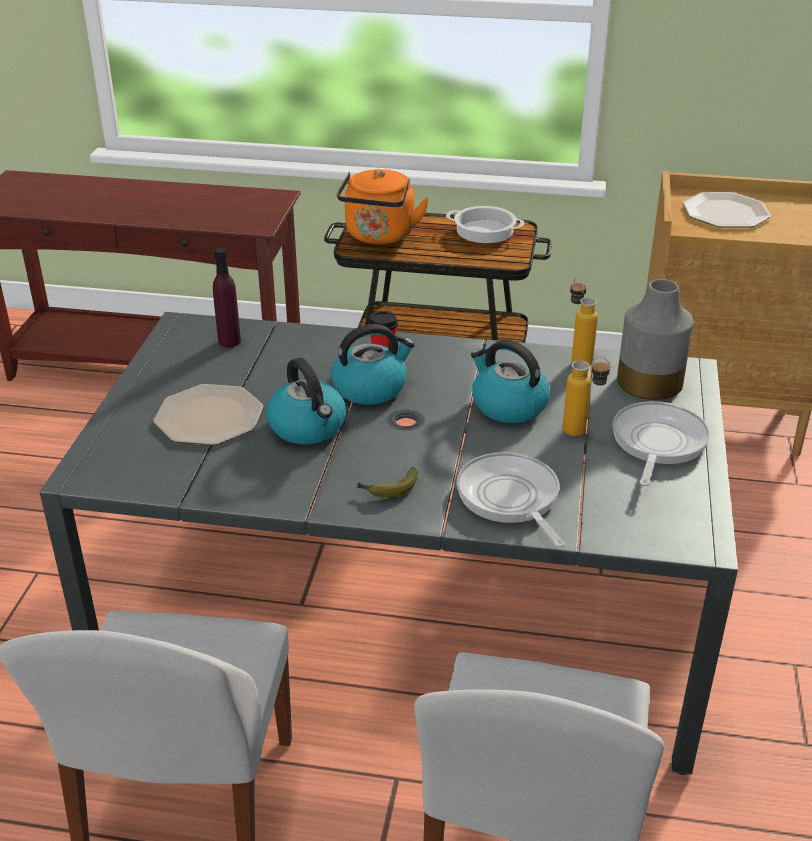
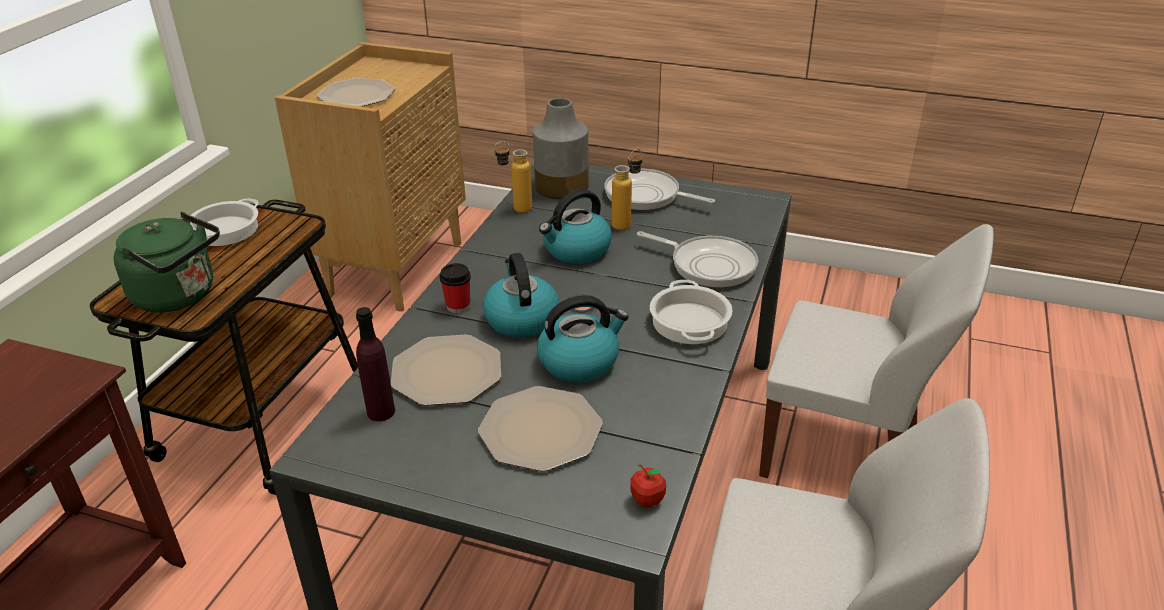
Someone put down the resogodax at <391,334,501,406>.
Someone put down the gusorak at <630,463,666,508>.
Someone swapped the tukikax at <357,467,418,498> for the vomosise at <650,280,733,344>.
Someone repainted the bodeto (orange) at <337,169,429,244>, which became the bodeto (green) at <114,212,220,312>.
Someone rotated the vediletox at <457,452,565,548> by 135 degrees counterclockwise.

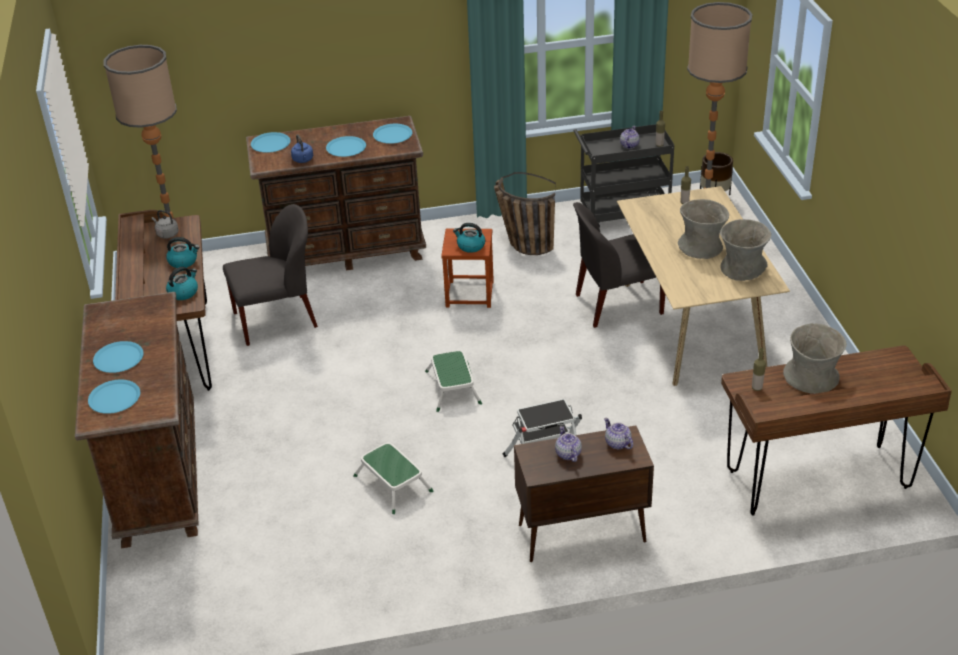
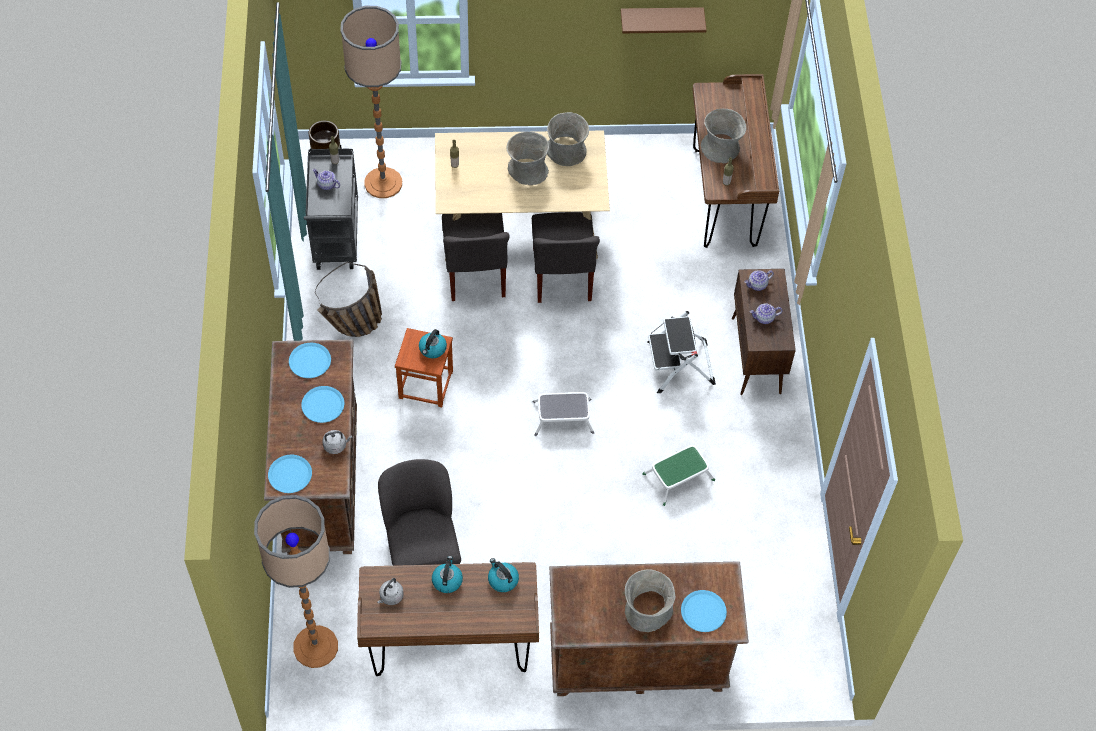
Someone put down the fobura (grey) at <532,212,600,303>.
Someone put up the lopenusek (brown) at <621,7,707,33>.
Someone swapped the resogodax (blue) at <93,341,144,373> for the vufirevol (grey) at <625,569,675,632>.
Someone repainted the bodeto (blue) at <291,134,313,163>, which became the bodeto (grey) at <322,430,352,454>.
Someone repainted the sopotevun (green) at <425,350,482,412>, which became the sopotevun (grey) at <532,392,594,436>.

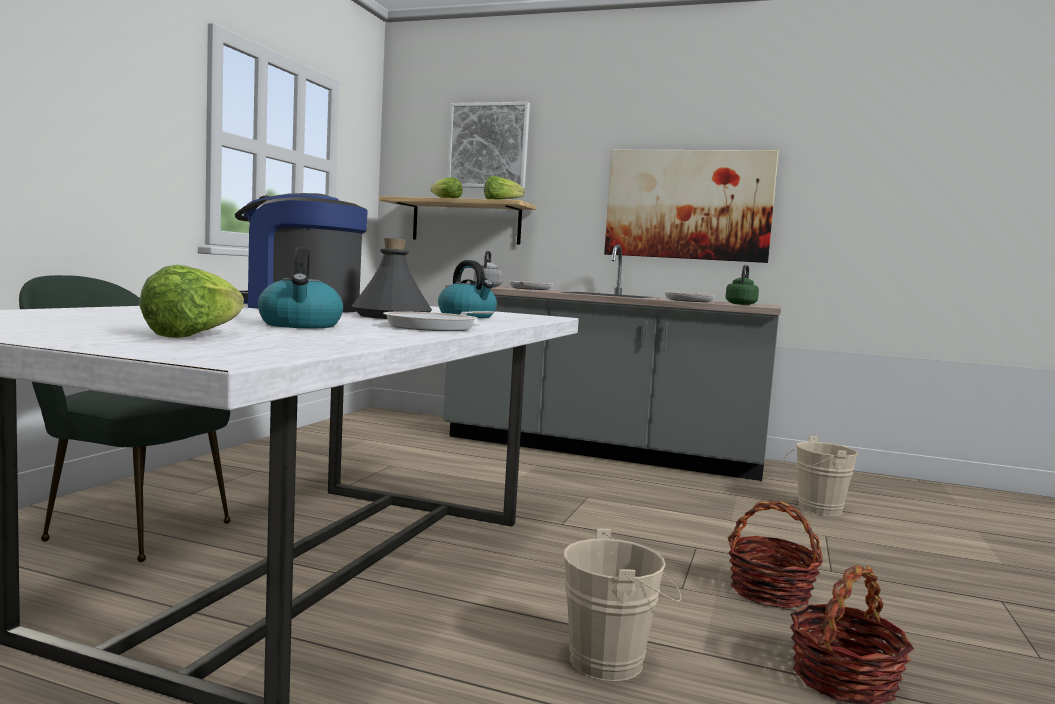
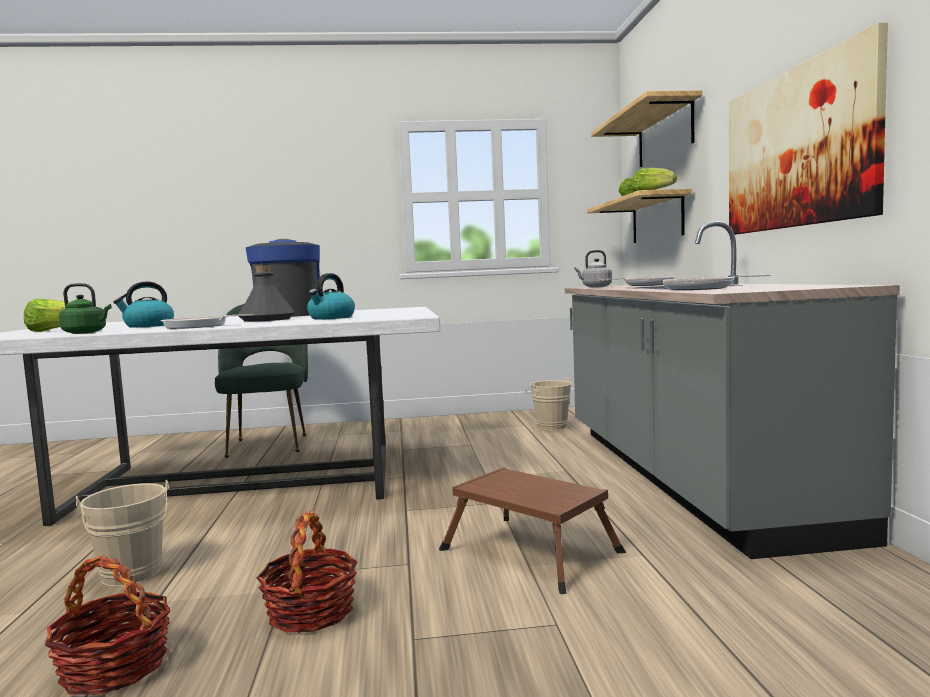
Someone put down the sopotevun (brown) at <439,467,626,594>.
Someone carried the bodeto (green) from <725,265,759,305> to <59,283,112,334>.
Someone carried the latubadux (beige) from <784,436,858,516> to <525,377,572,431>.
Someone swapped the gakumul at <447,102,530,189> for the lopenusek at <591,90,702,167>.

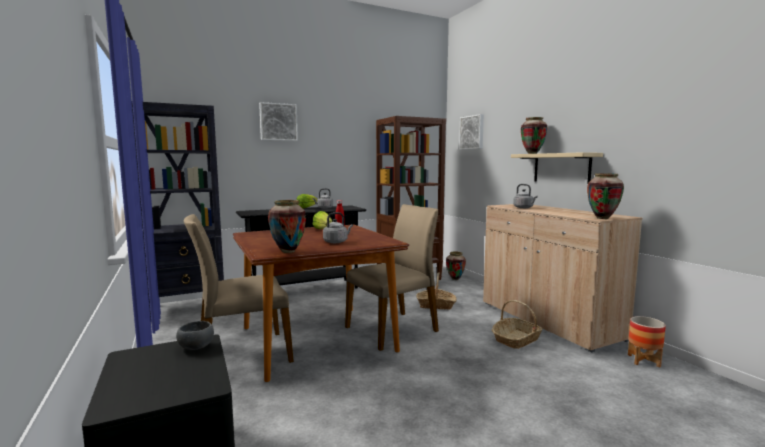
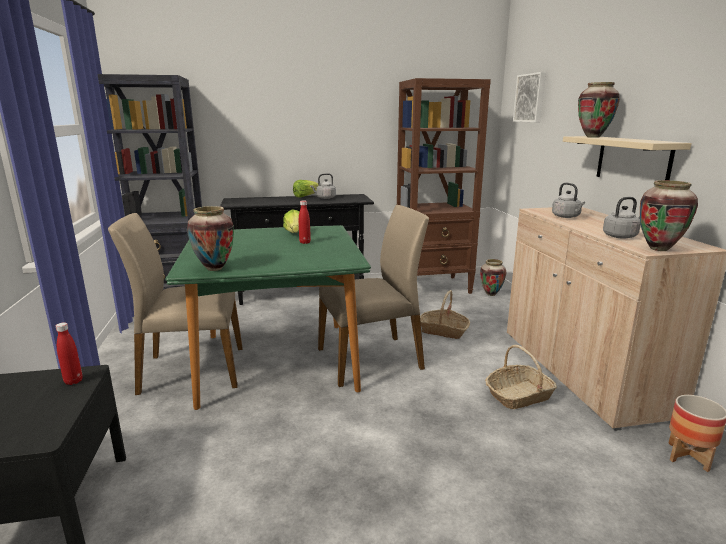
Someone took away the gakumul at <259,102,298,141>.
Someone carried the bodeto (grey) from <323,212,353,243> to <603,197,641,239>.
Someone swapped the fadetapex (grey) at <176,321,214,350> for the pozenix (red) at <56,322,83,385>.
Someone repainted the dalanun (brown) at <233,225,409,382>, which became the dalanun (green) at <165,225,371,410>.

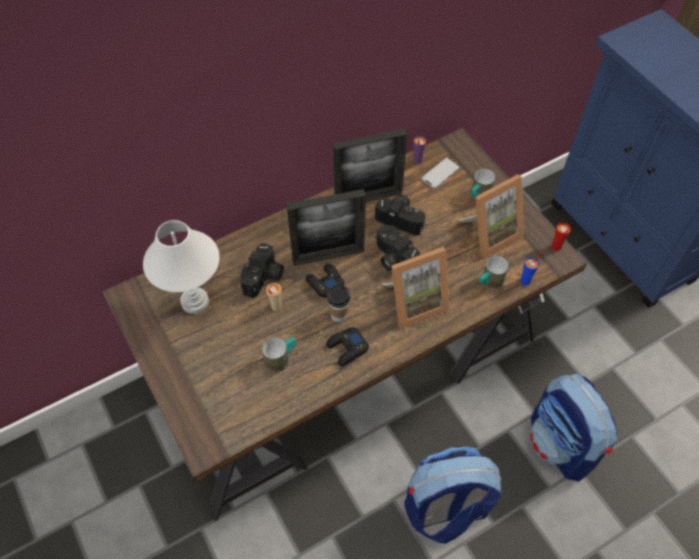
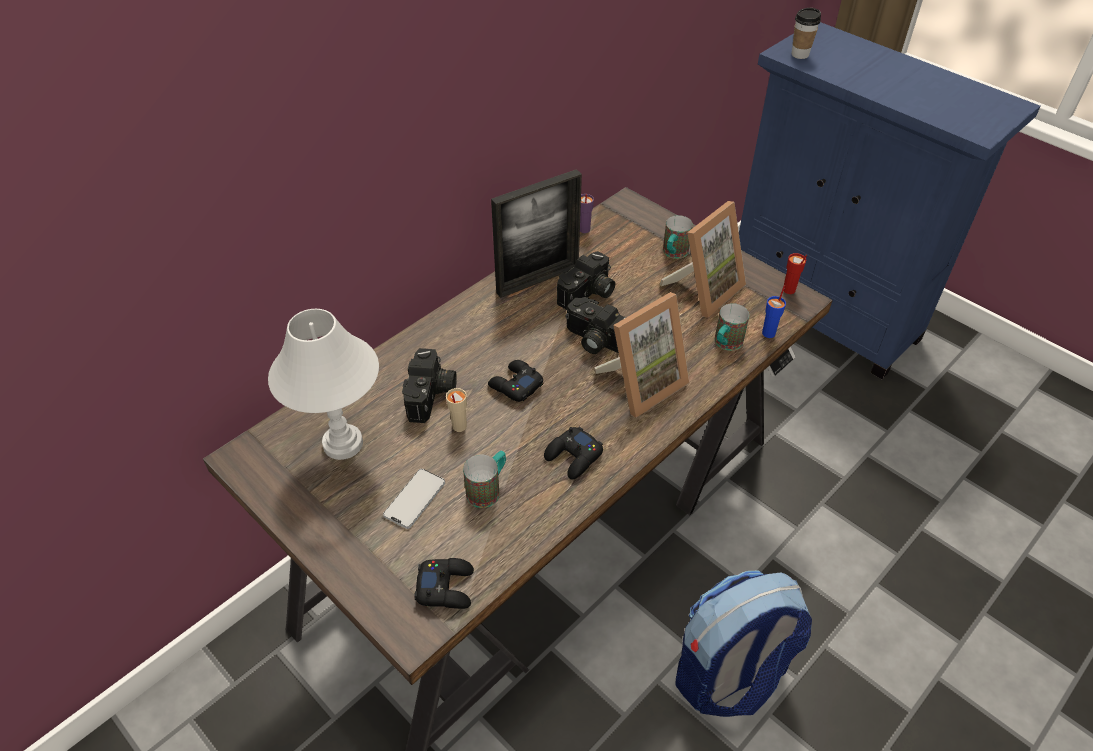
Someone took away the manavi at <286,189,366,266>.
Someone took away the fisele at <530,374,617,482>.
Someone put down the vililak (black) at <414,558,474,609>.
Someone carried the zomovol from <327,285,351,322> to <791,8,821,59>.
Someone carried the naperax from <421,158,460,189> to <383,469,445,529>.
Someone rotated the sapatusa at <375,194,425,235> by 120 degrees clockwise.

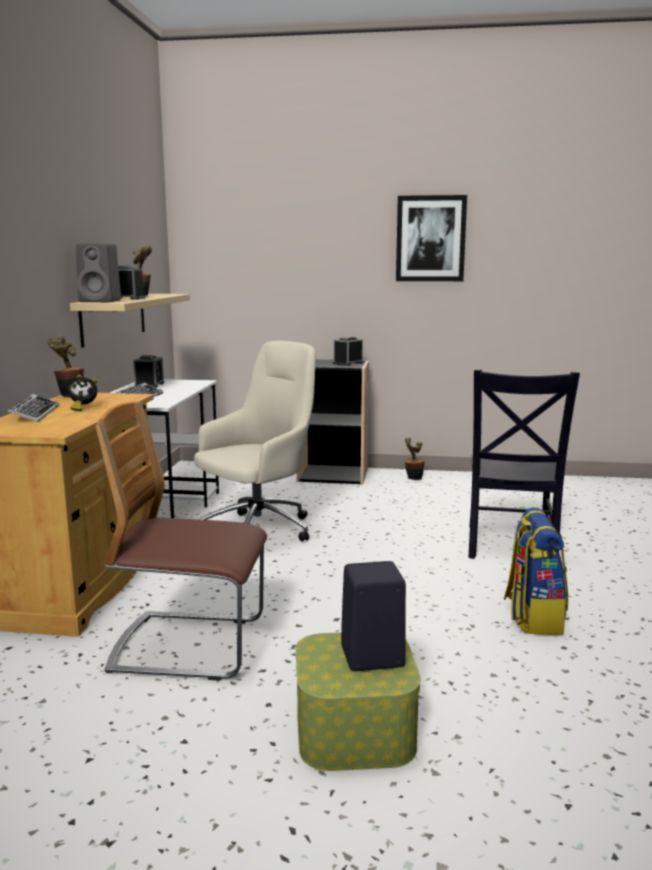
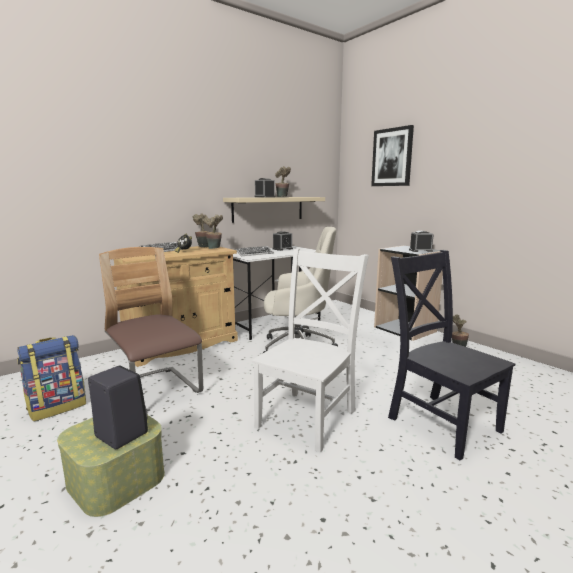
Someone took away the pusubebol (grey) at <76,243,121,302>.
Someone put down the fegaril at <206,215,223,249>.
Someone put down the fobura (white) at <252,249,369,453>.
Someone carried the gakumul from <396,195,467,281> to <371,125,414,186>.
Someone carried the fisele from <504,508,568,635> to <17,335,86,421>.
Someone rotated the fobura (black) at <468,369,580,559> by 90 degrees clockwise.

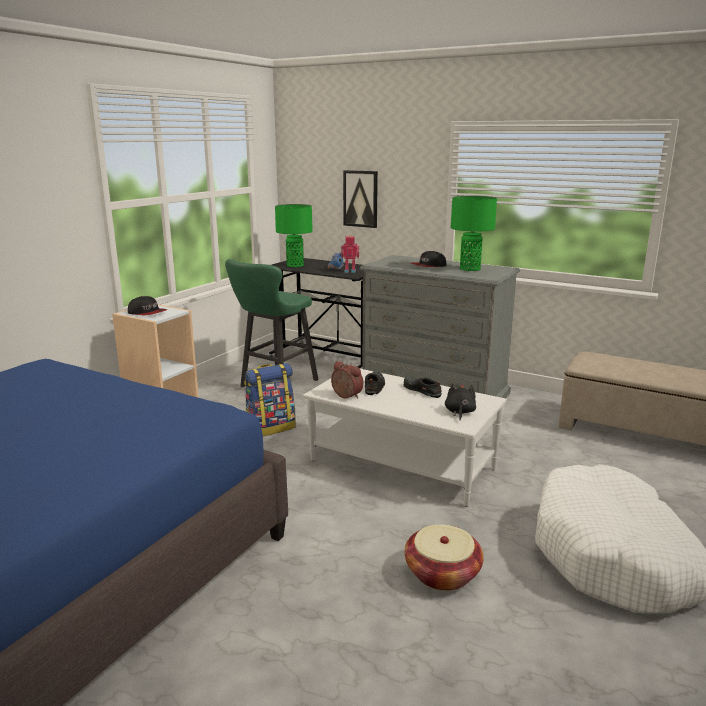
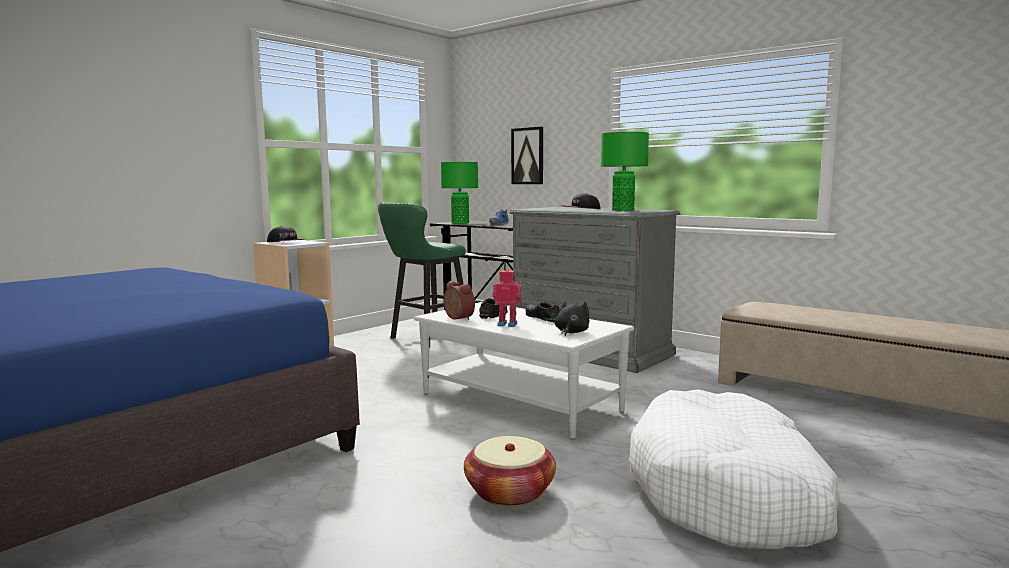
Someone took away the fisele at <244,363,295,436>.
Someone carried the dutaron from <341,235,359,273> to <492,268,522,327>.

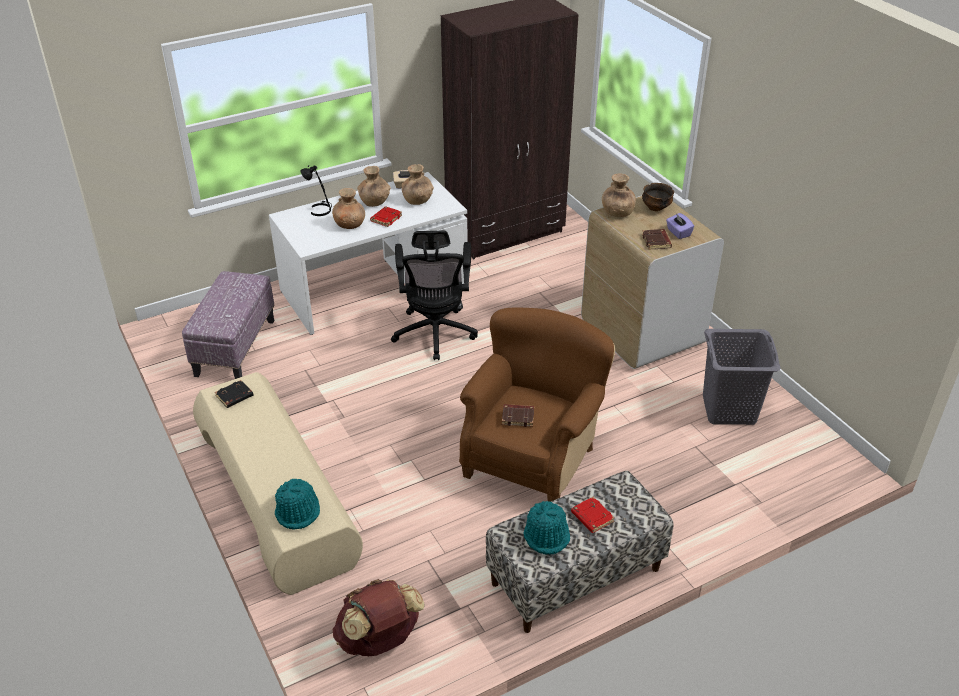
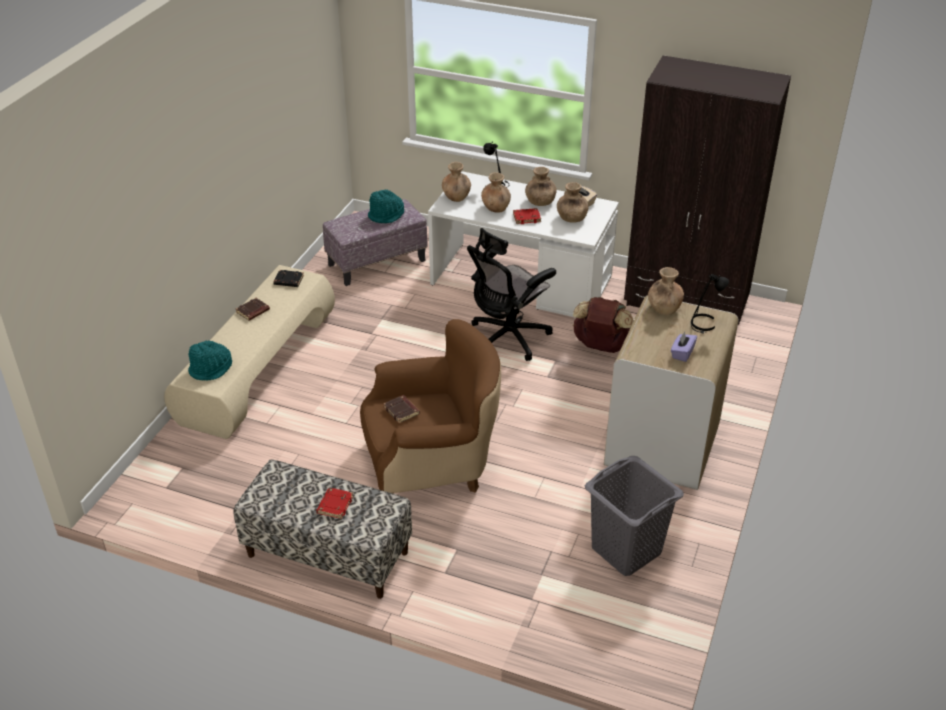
Someone put down the vufirevol (brown) at <442,162,471,202>.
Someone carried the fisele (brown) from <333,579,425,656> to <573,297,633,353>.
Someone carried the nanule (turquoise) from <524,501,570,554> to <368,189,404,223>.
Someone carried the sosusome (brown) from <642,229,672,250> to <236,298,270,321>.
Someone swapped the fadetapex at <642,183,674,211> for the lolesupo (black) at <691,274,729,333>.

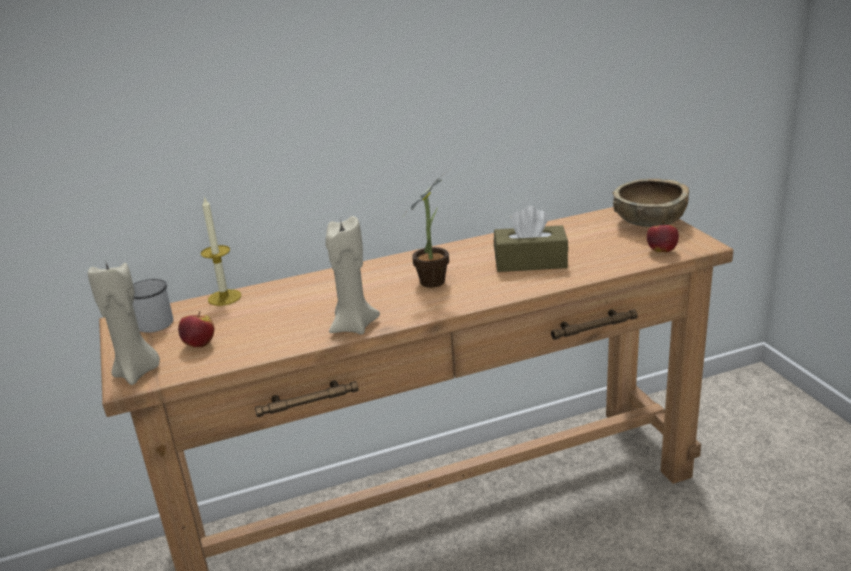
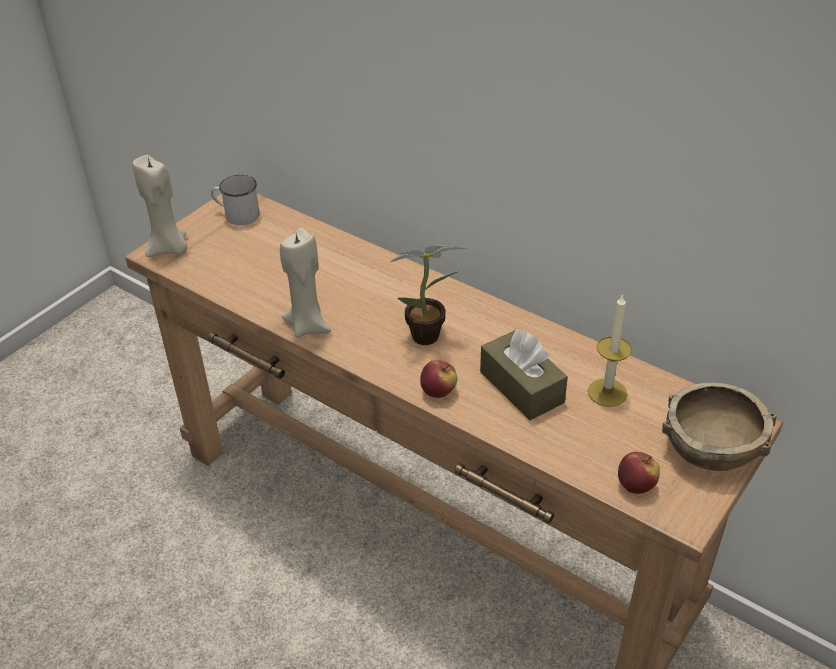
Someone carried the gusorak from <178,311,214,347> to <420,360,457,398>.
Someone carried the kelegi from <201,196,241,306> to <588,294,632,407>.

